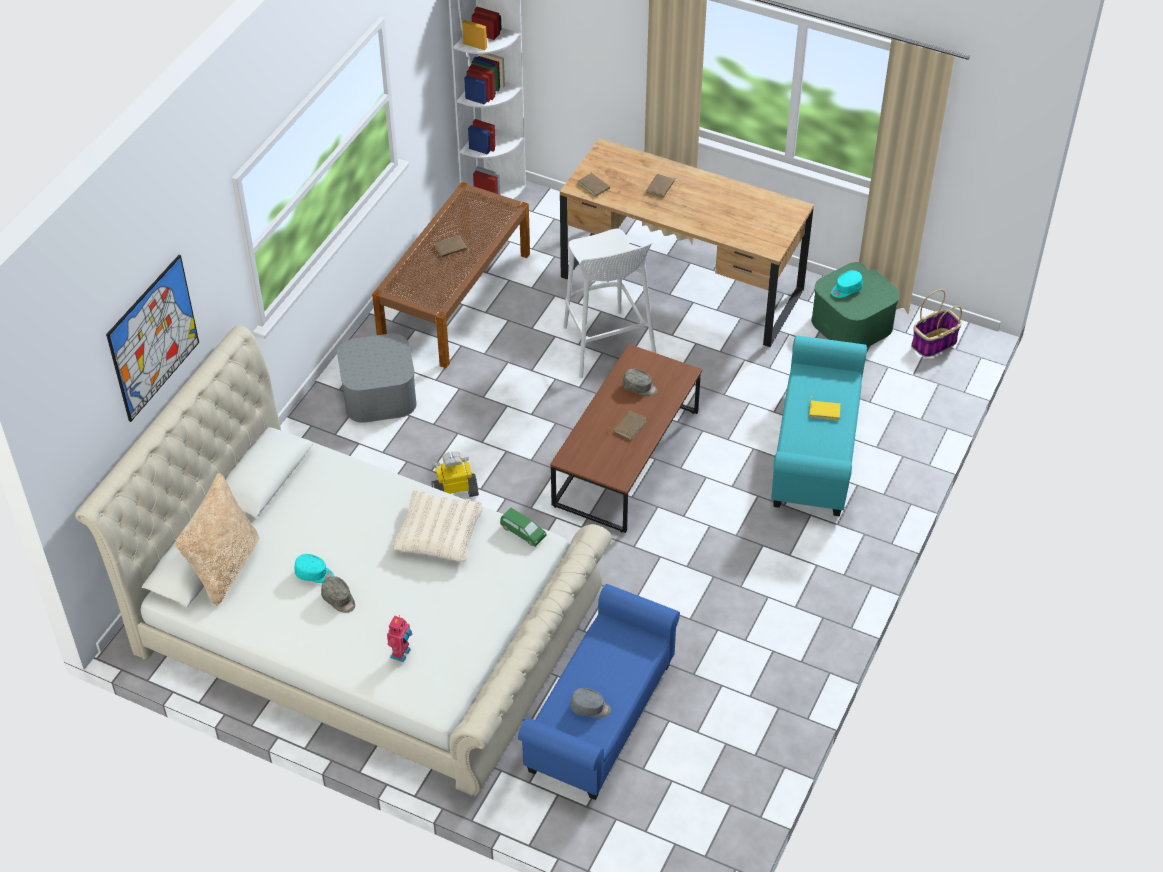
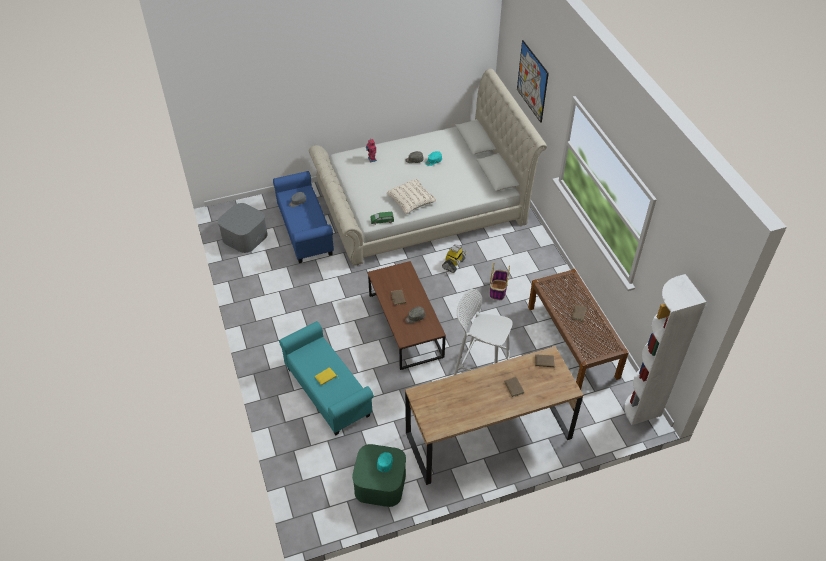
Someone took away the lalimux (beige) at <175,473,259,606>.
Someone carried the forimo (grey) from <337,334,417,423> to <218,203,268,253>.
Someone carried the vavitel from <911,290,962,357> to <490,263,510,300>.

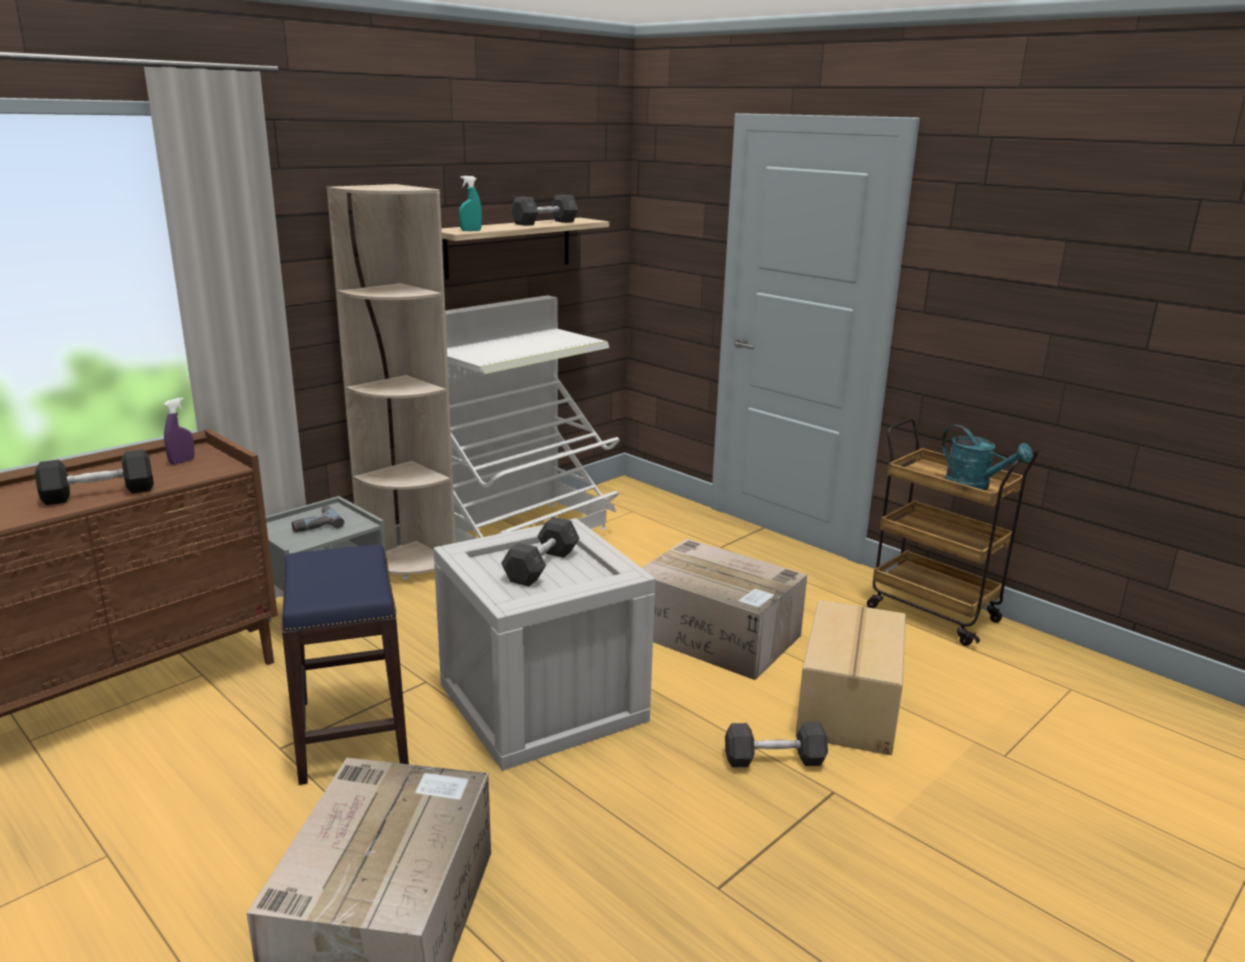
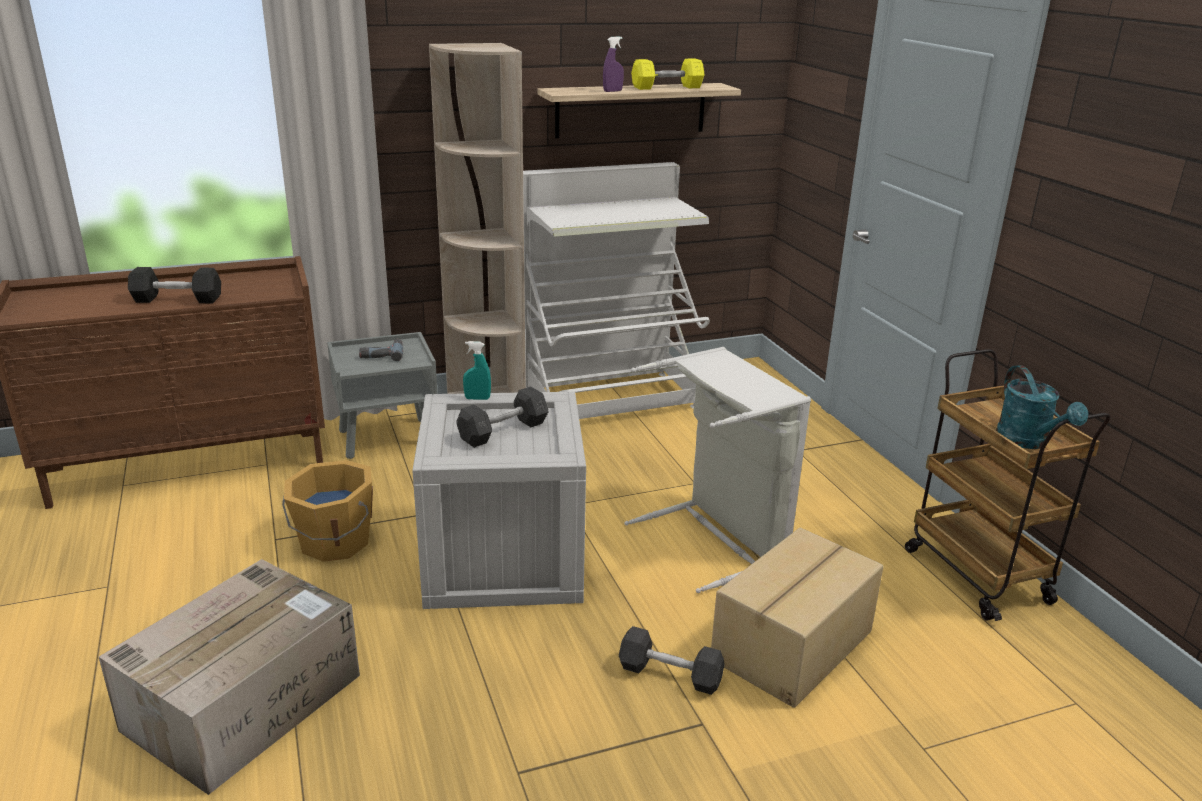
Someone carried the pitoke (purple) from <164,397,194,465> to <603,36,624,92>.
Someone carried the pitoke (turquoise) from <459,176,482,231> to <463,341,491,400>.
Someone swapped the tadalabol at <281,544,409,785> for the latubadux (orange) at <282,460,373,562>.
Someone swapped the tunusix at <642,539,807,680> for the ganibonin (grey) at <624,347,811,593>.
Someone repainted the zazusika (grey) at <511,195,578,226>, which became the zazusika (yellow) at <631,59,705,90>.

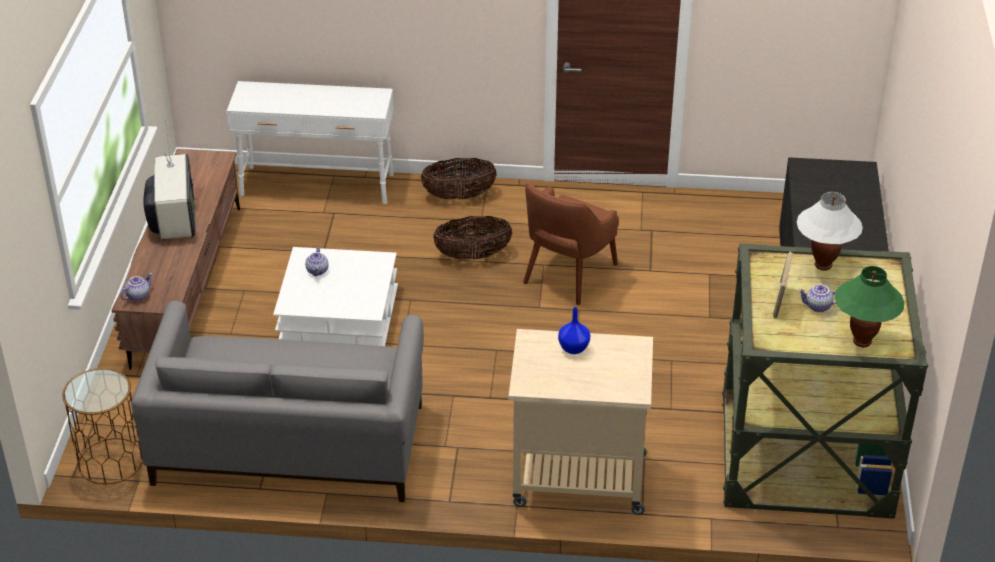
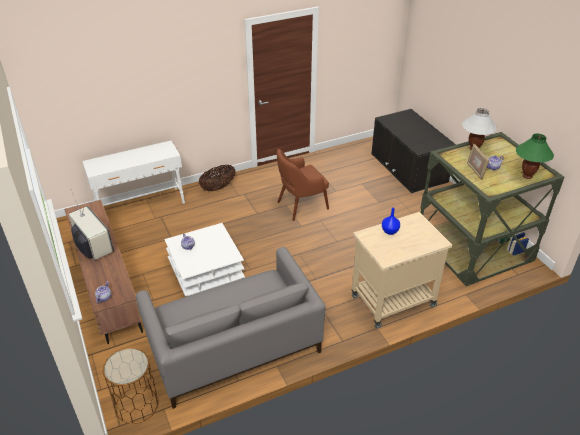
Someone took away the vavitel at <433,216,513,260>.
Someone rotated the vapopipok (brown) at <523,184,619,305> by 60 degrees clockwise.

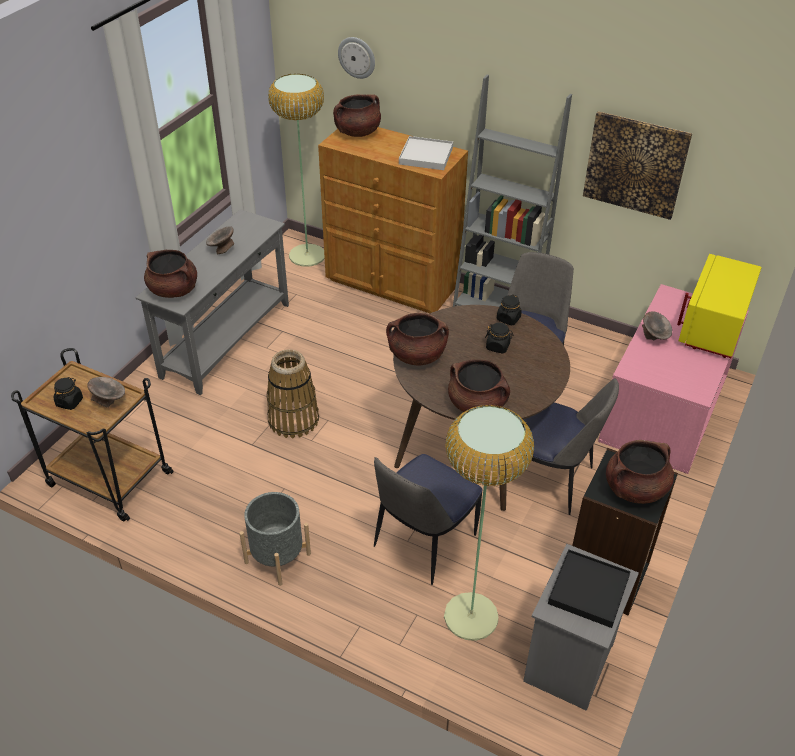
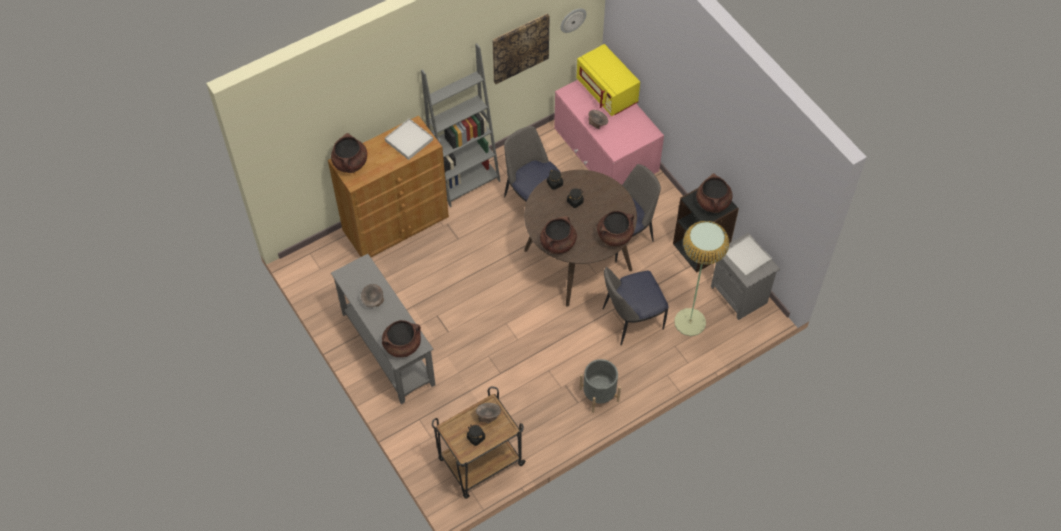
Someone took away the vavitel at <267,349,319,438>.
Someone took away the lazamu at <268,74,325,267>.
Someone carried the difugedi from <338,37,375,79> to <560,8,587,33>.
Someone repainted the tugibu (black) at <548,549,631,628>, which became the tugibu (white) at <725,235,772,278>.
Someone rotated the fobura at <374,454,482,585> by 90 degrees clockwise.

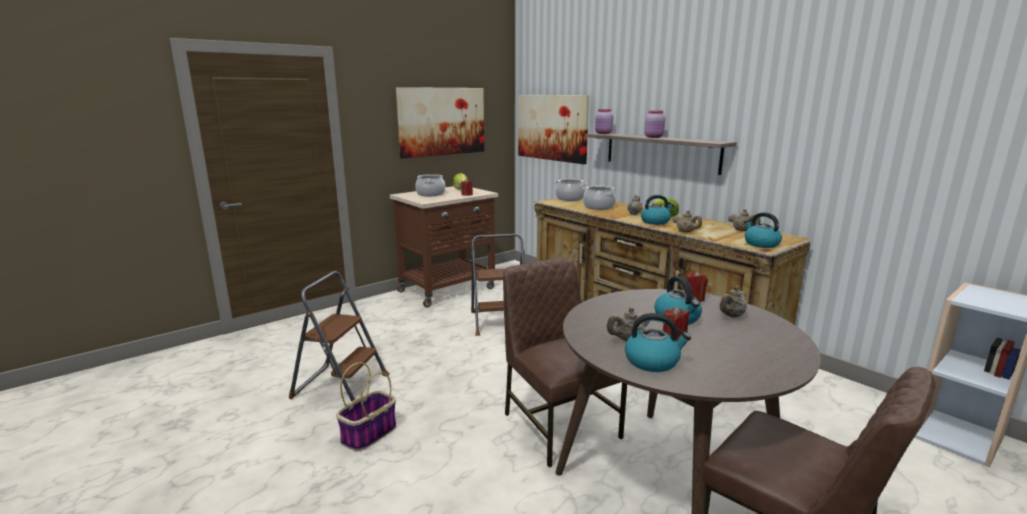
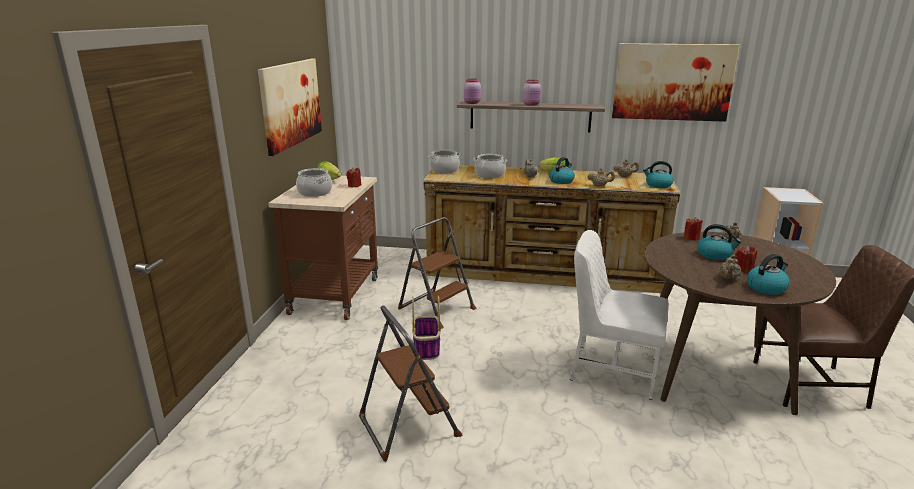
Someone carried the vavitel from <336,362,396,451> to <412,296,441,360>.
Someone carried the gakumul from <518,95,589,164> to <612,43,740,122>.
Someone repainted the fobura (brown) at <503,258,627,467>, which became the fobura (white) at <570,230,669,400>.

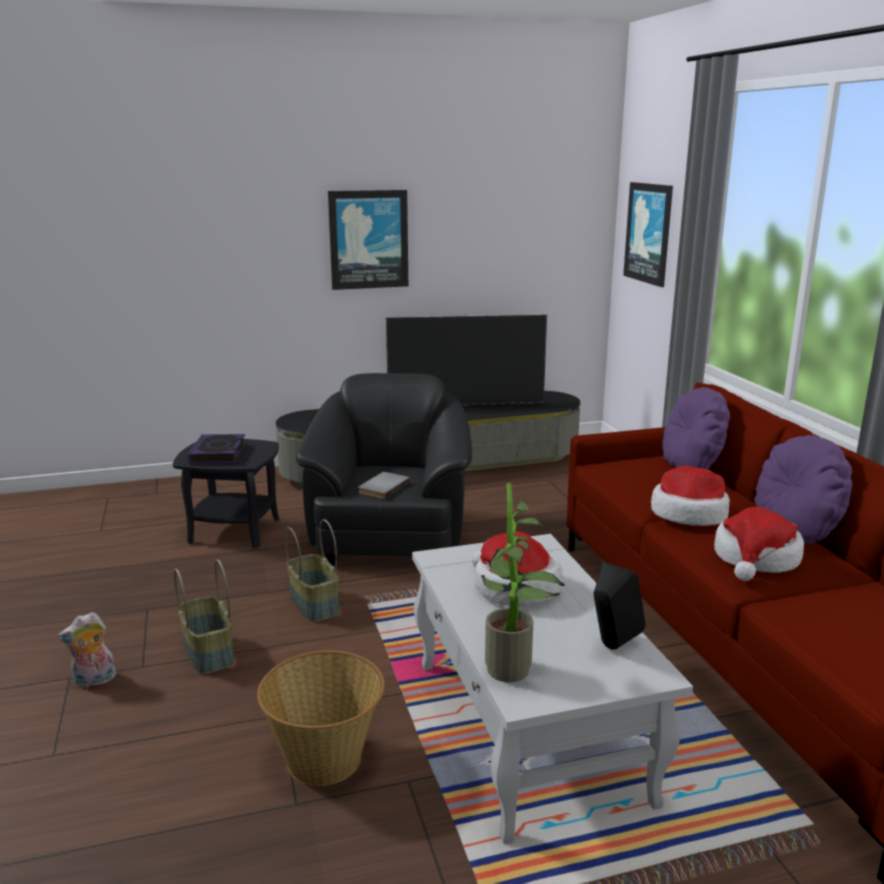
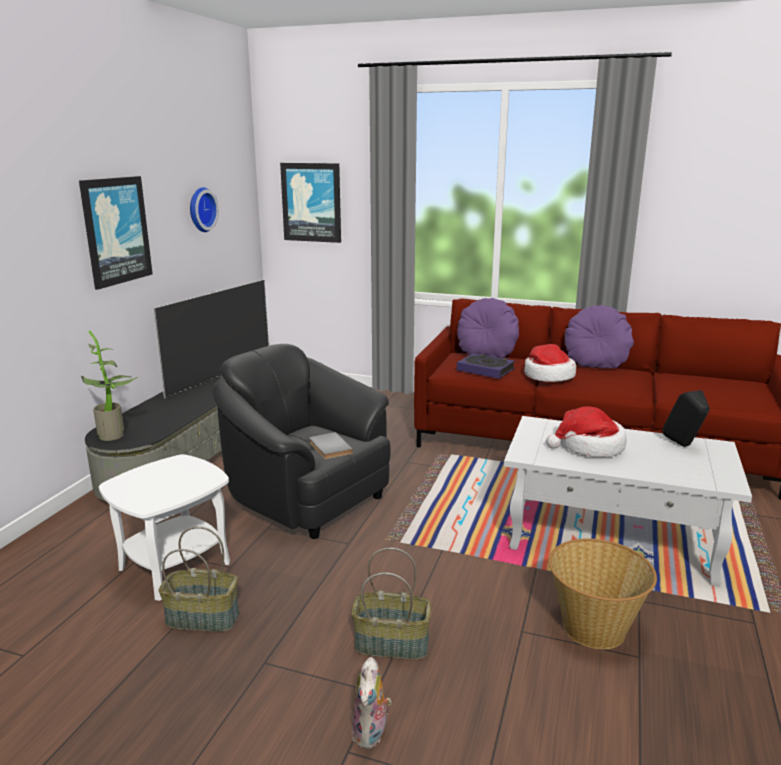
Someone took away the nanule at <714,507,804,581>.
Someone put up the difugedi at <190,187,219,232>.
Someone carried the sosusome from <188,434,246,464> to <457,353,515,379>.
Someone carried the vavitel from <285,519,340,622> to <159,526,240,632>.
Someone carried the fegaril from <481,483,565,682> to <81,331,138,441>.
Someone repainted the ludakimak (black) at <173,439,279,548>, which became the ludakimak (white) at <99,454,230,601>.

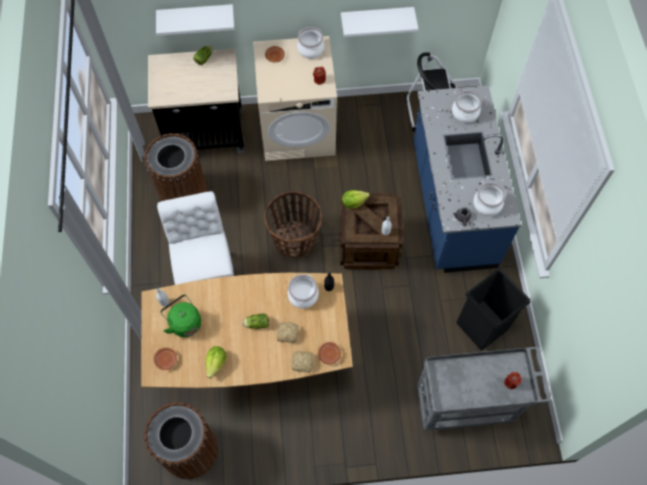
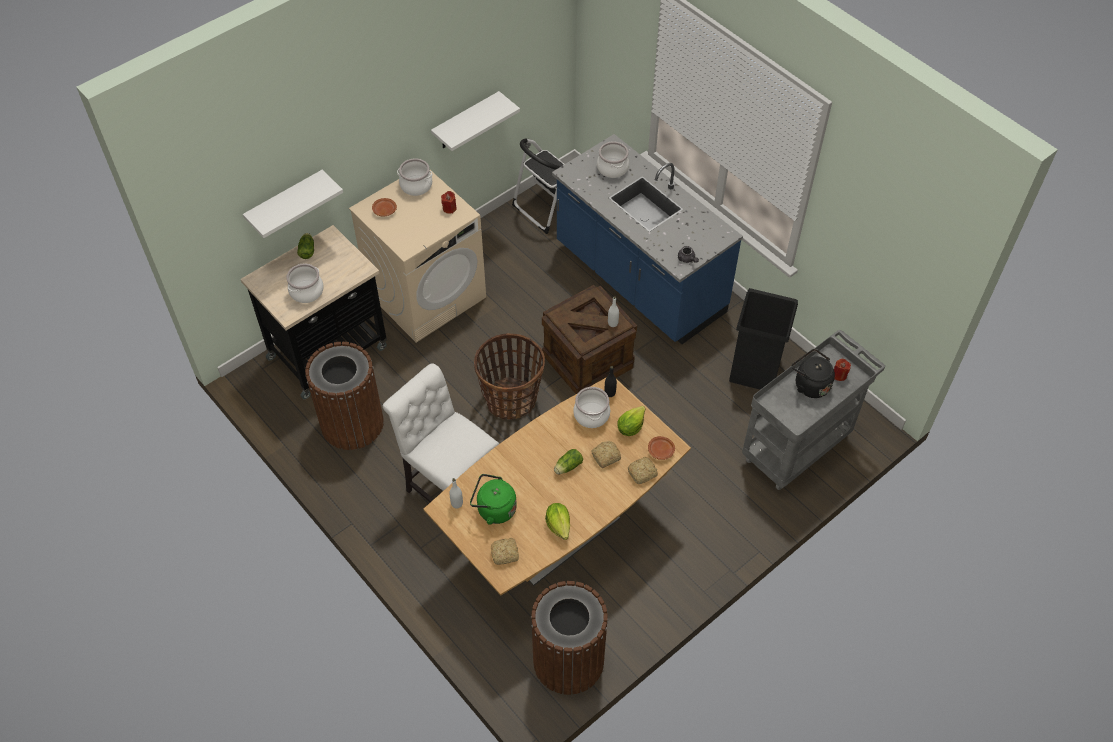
Someone put down the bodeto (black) at <791,349,835,398>.
Someone carried the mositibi from <342,190,370,209> to <617,406,645,436>.
Someone carried the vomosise from <473,182,506,216> to <286,264,324,303>.
Someone swapped the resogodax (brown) at <154,348,177,370> for the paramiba at <491,538,519,565>.

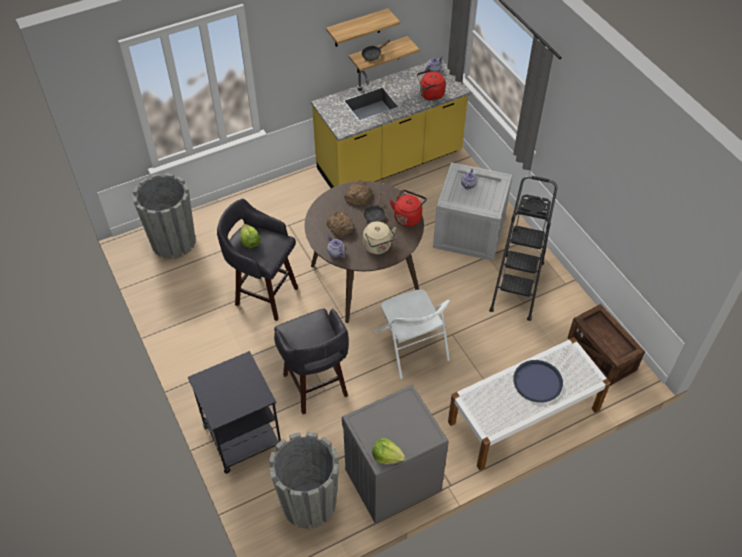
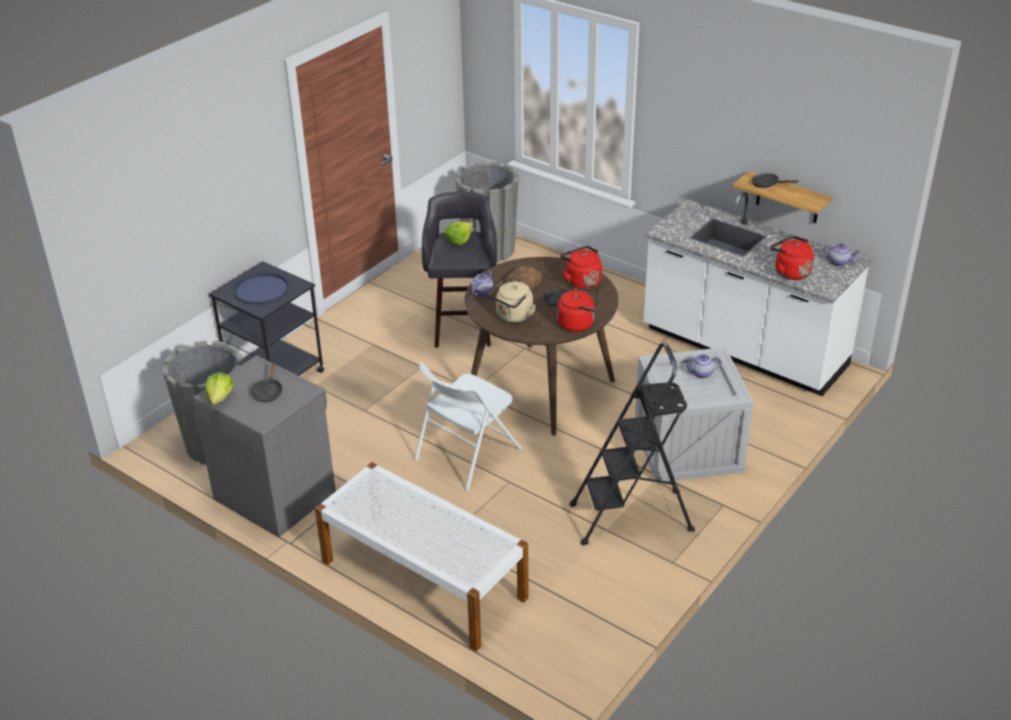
Someone took away the tadalabol (grey) at <274,309,349,414>.
Someone took away the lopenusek at <326,8,400,47>.
Someone took away the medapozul at <568,304,645,386>.
Someone put down the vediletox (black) at <251,362,283,402>.
Someone carried the tugibu (blue) from <513,360,563,403> to <232,271,290,305>.
Someone swapped the paramiba at <345,180,373,205> for the bodeto (red) at <560,246,602,288>.
Someone repainted the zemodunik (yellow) at <311,58,471,188>, which became the zemodunik (white) at <643,192,871,396>.

